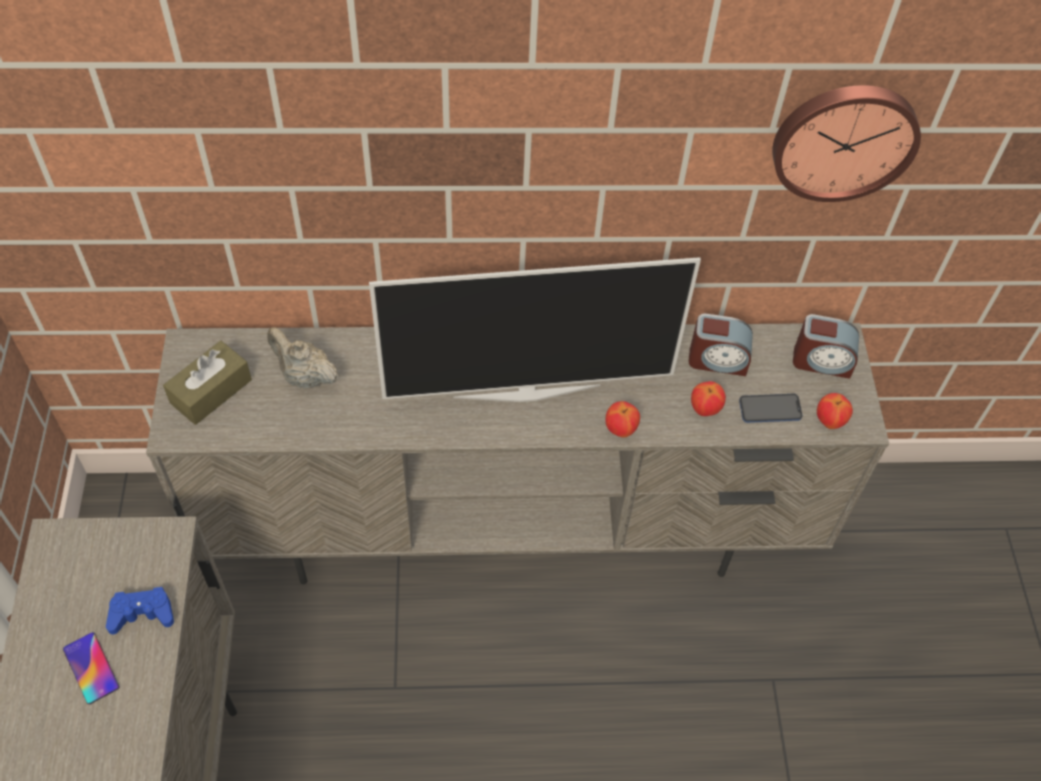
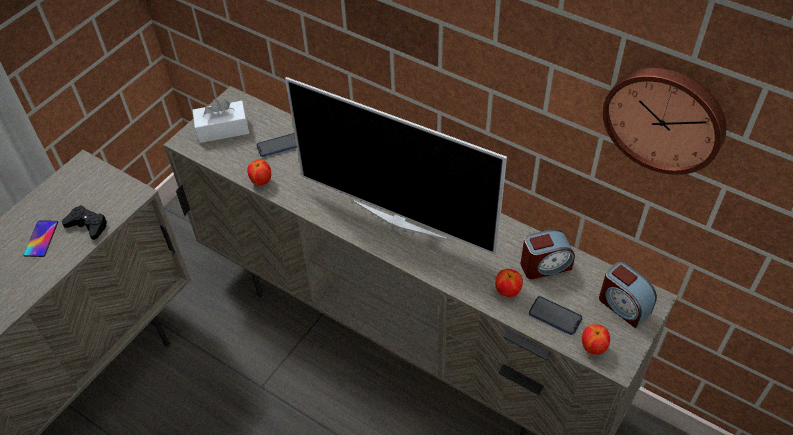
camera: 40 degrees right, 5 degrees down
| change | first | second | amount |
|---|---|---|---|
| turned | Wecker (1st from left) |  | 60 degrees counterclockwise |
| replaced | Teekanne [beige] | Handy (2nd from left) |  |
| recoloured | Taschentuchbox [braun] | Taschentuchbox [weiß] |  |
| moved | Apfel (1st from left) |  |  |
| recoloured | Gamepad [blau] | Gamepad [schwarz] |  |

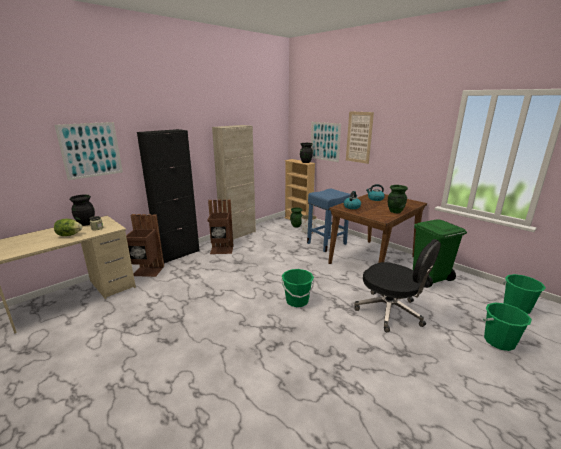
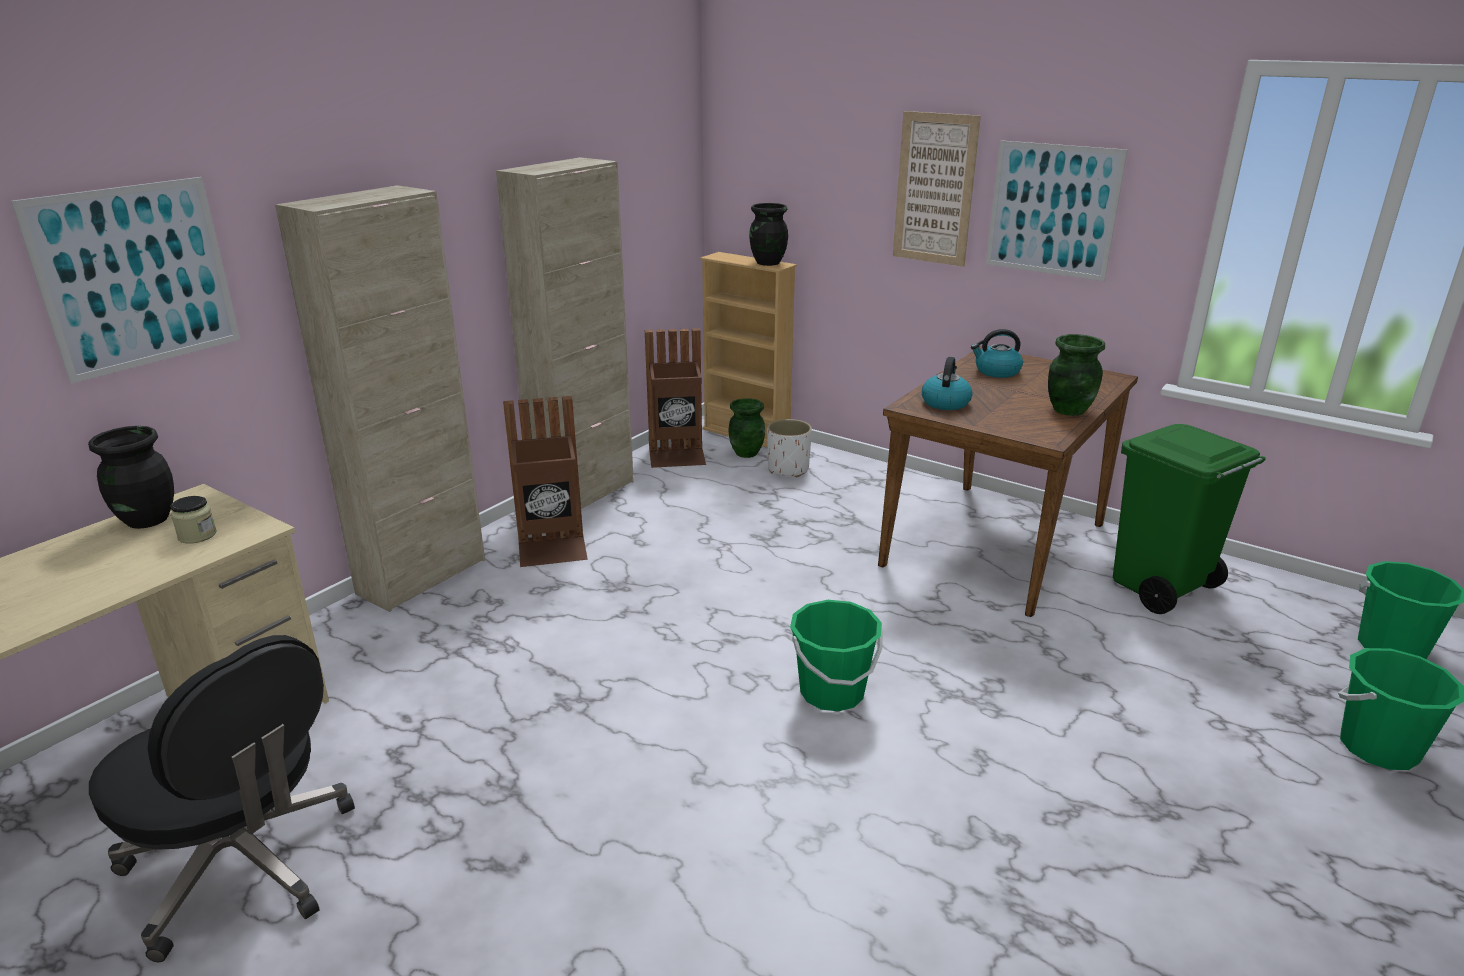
camera: 10 degrees left, 5 degrees up
| change | first | second | amount |
|---|---|---|---|
| moved | Bild (2nd from left in the first image) | Bild (3rd from left) |  |
| recoloured | Schrank [schwarz] | Schrank [beige] (1st from left) |  |
| removed | Hocker [blau] |  |  |
| moved | Mülleimer [braun] (1st from left in the first image) | Mülleimer [braun] (2nd from left) |  |
| removed | Salatkopf |  |  |
| moved | Bürostuhl [schwarz] |  |  |

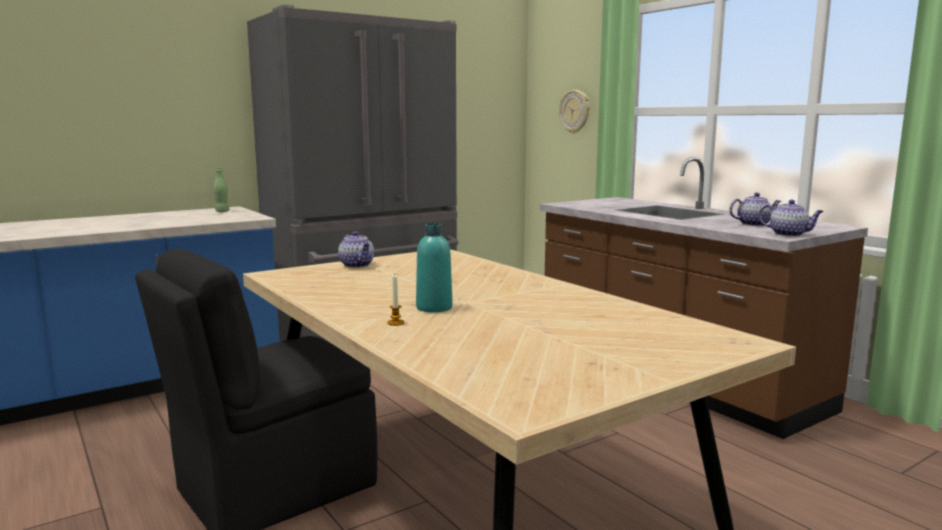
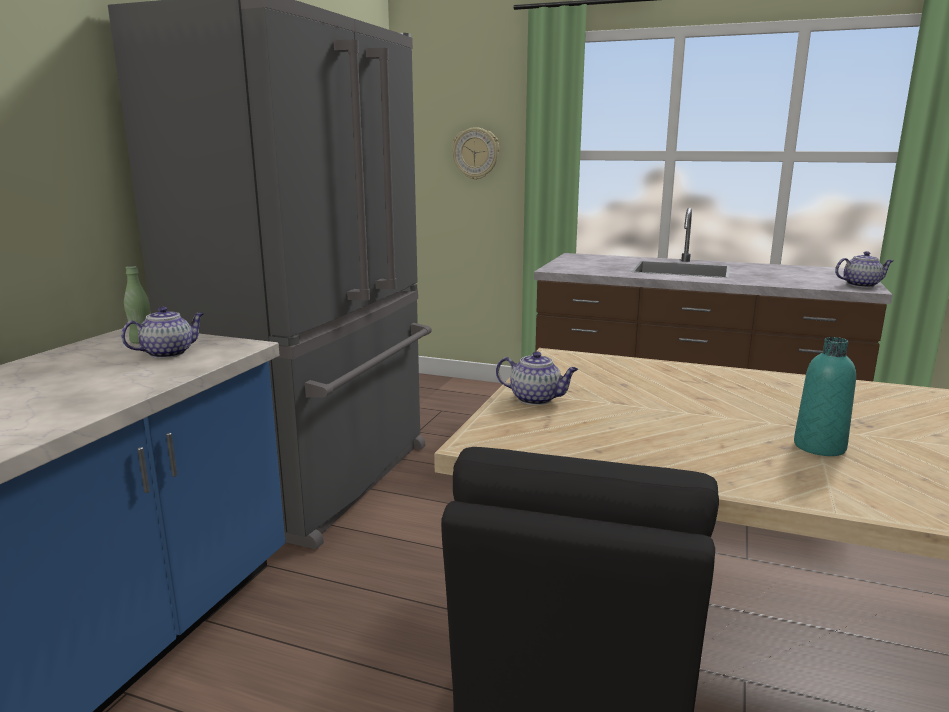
camera: 35 degrees left, 5 degrees up
| change | first | second | amount |
|---|---|---|---|
| moved | Teekanne (2nd from left in the first image) | Teekanne (1st from left) |  |
| removed | Kerze |  |  |

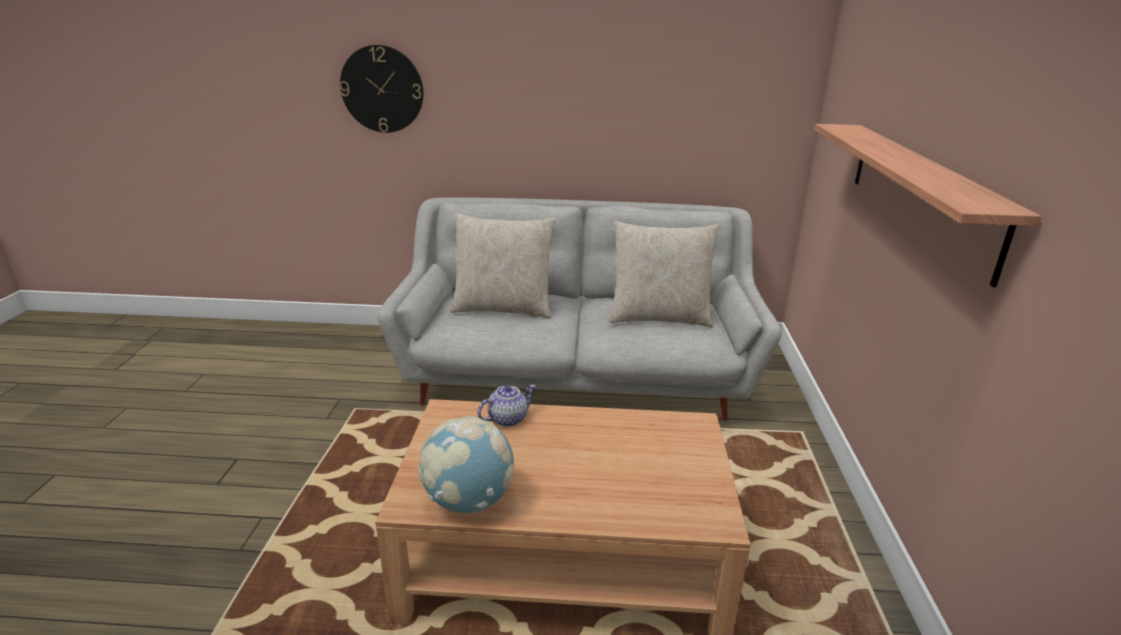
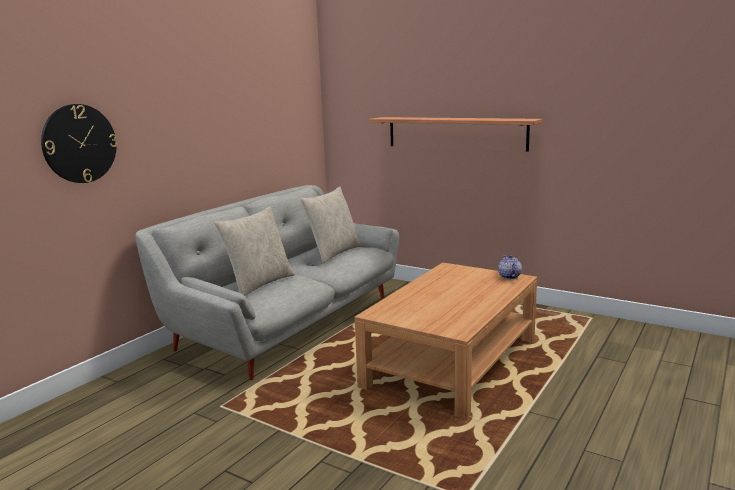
camera: 60 degrees left, 10 degrees down
| change | first | second | amount |
|---|---|---|---|
| moved | Teekanne |  |  |
| removed | Globus |  |  |

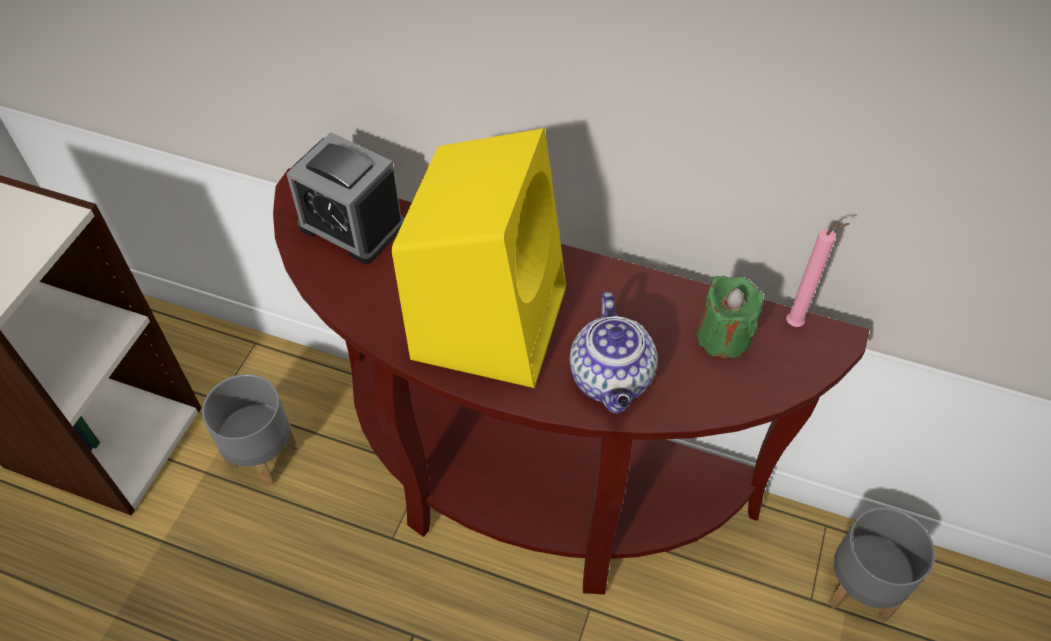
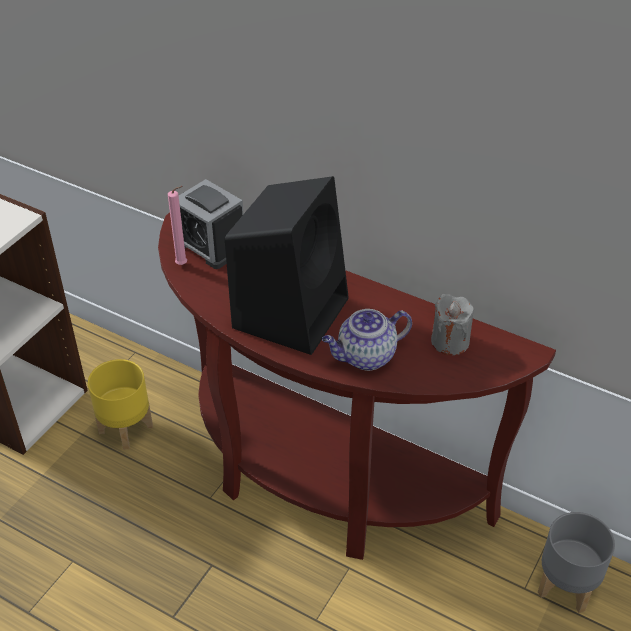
camera: 10 degrees right, 10 degrees down
| change | first | second | amount |
|---|---|---|---|
| recoloured | Lautsprecher [gelb] | Lautsprecher [schwarz] |  |
| moved | Kerze [rosa] |  |  |
| recoloured | Kerze [grün] | Kerze [grau] |  |
| turned | Teekanne |  | 60 degrees clockwise |
| recoloured | Pflanzkübel [grau] (1st from left) | Pflanzkübel [gelb] |  |

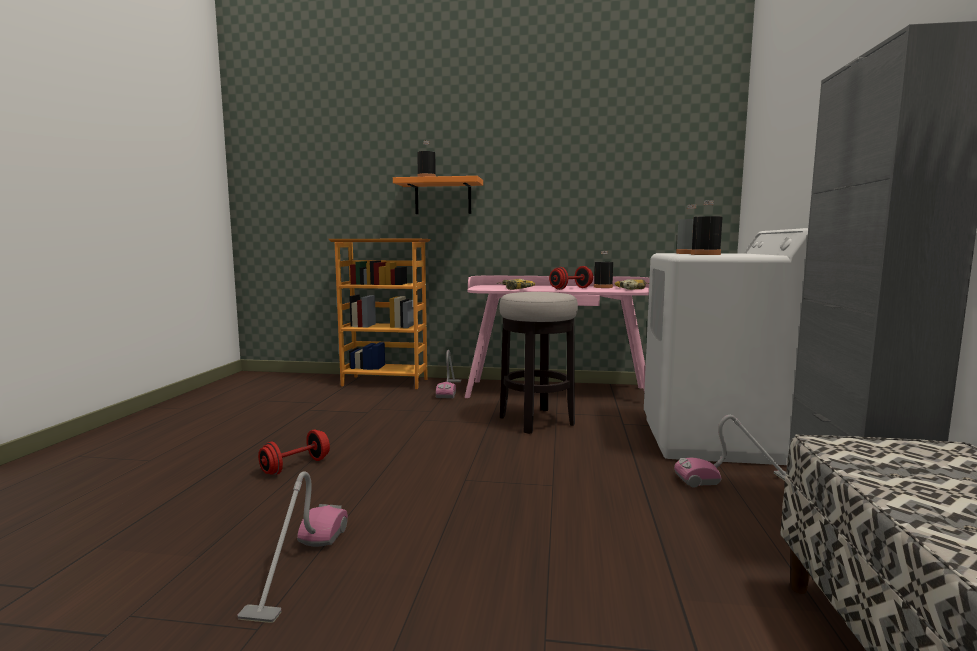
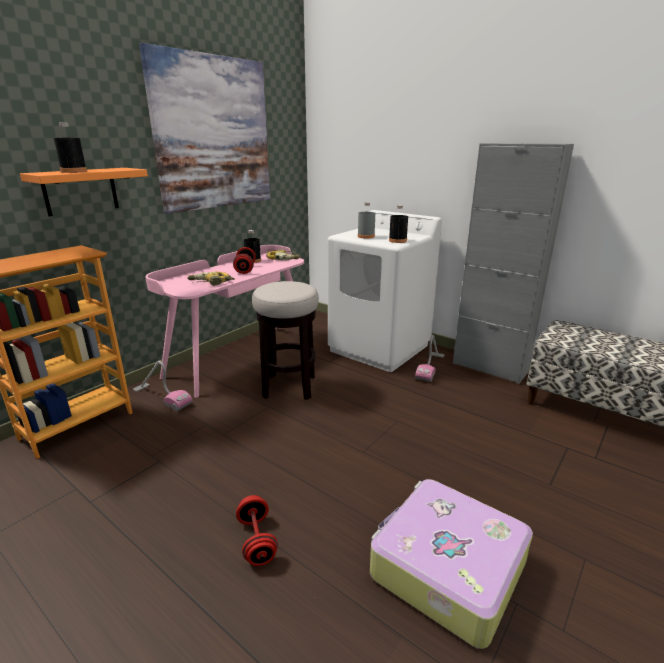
camera: 60 degrees left, 15 degrees up
| change | first | second | amount |
|---|---|---|---|
| replaced | Staubsauger (1st from left) | Koffer |  |
| added |  | Bild |  |

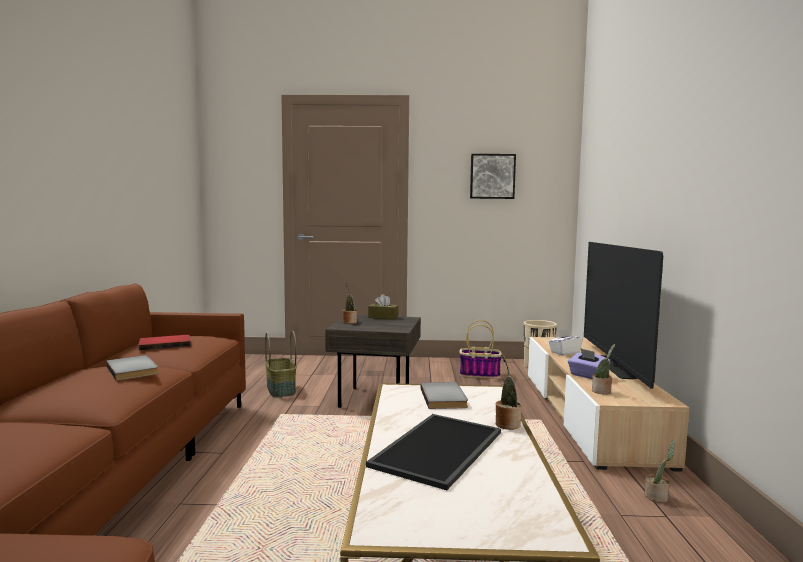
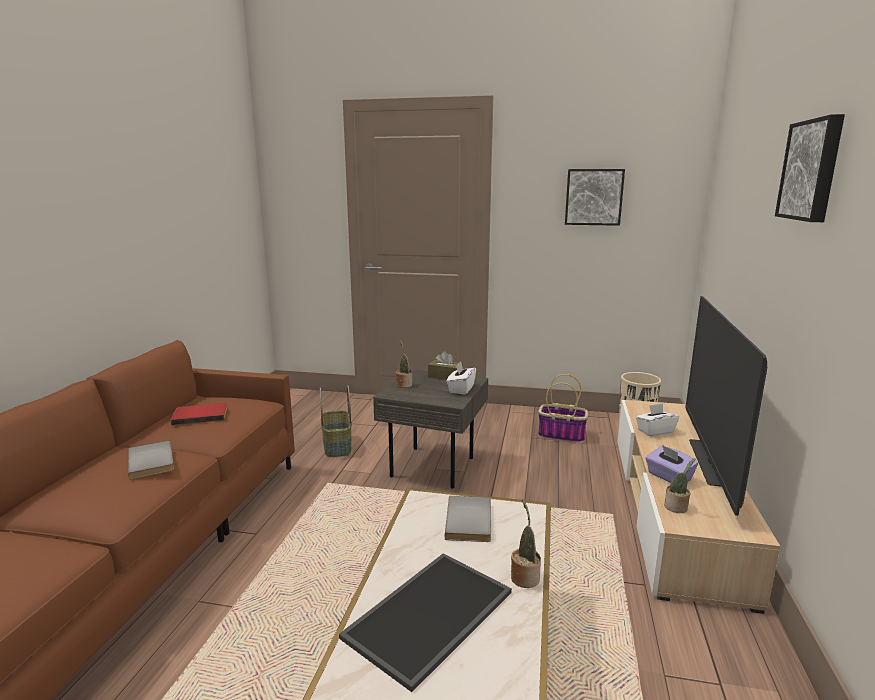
camera: 10 degrees right, 10 degrees up
| change | first | second | amount |
|---|---|---|---|
| removed | Topfpflanze (4th from left) |  |  |
| added |  | Bild (2nd from left) |  |
| added |  | Taschentuchbox [weiß] (1st from left) |  |

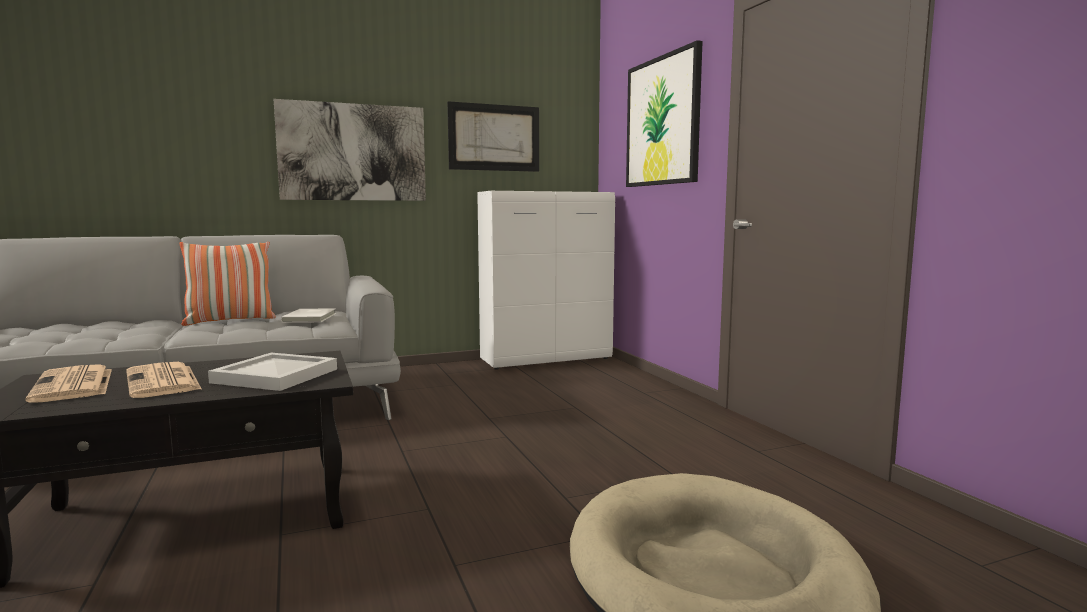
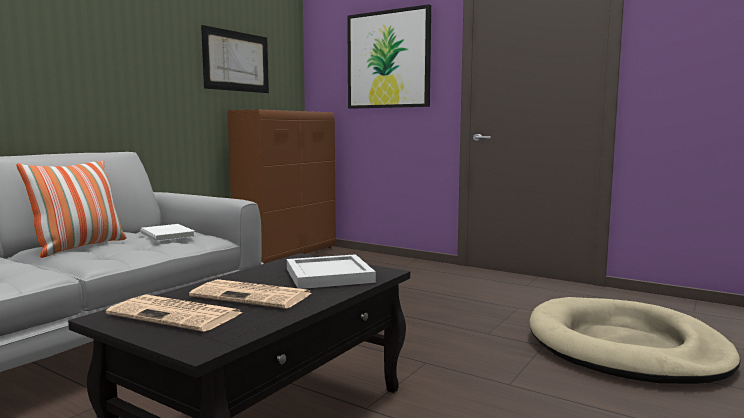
camera: 35 degrees left, 0 degrees up
| change | first | second | amount |
|---|---|---|---|
| removed | Bild (1st from left) |  |  |
| recoloured | Schrank [weiß] | Schrank [braun] |  |

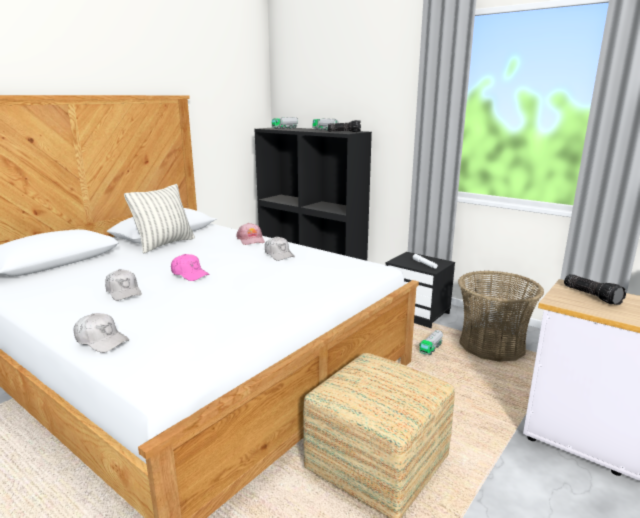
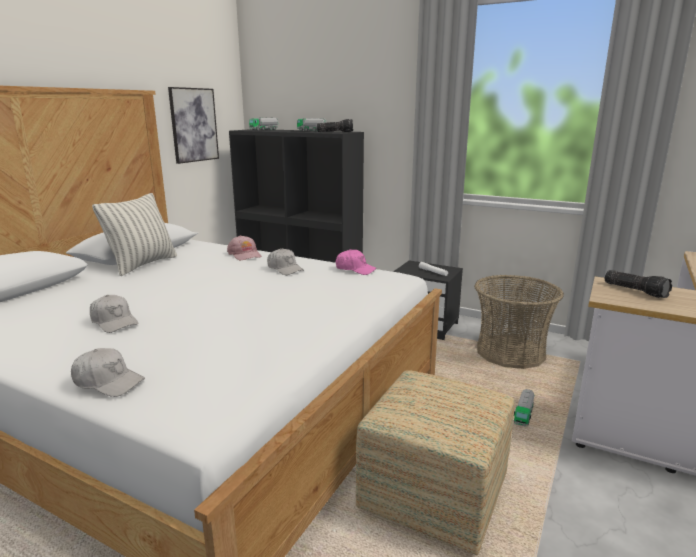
camera: 10 degrees left, 0 degrees up
| change | first | second | amount |
|---|---|---|---|
| moved | Kappe [rosa] (1st from left in the first image) | Kappe [rosa] (2nd from left) |  |
| moved | Spielzeuglaster (3rd from left) |  |  |
| added |  | Bild |  |

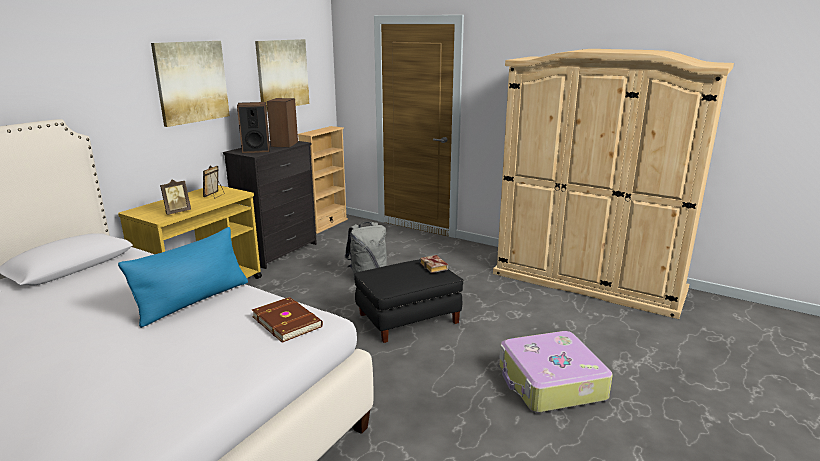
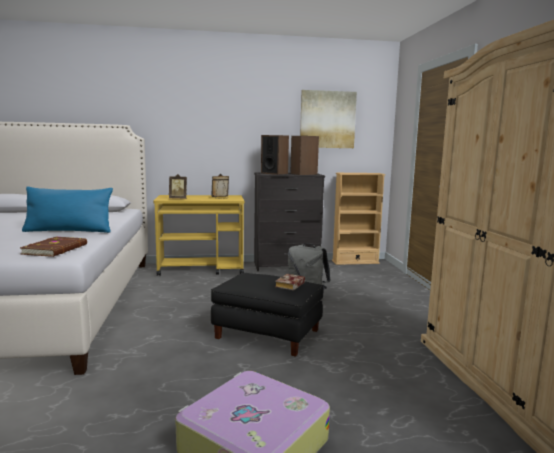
camera: 50 degrees right, 10 degrees down
| change | first | second | amount |
|---|---|---|---|
| removed | Bild (1st from left) |  |  |

